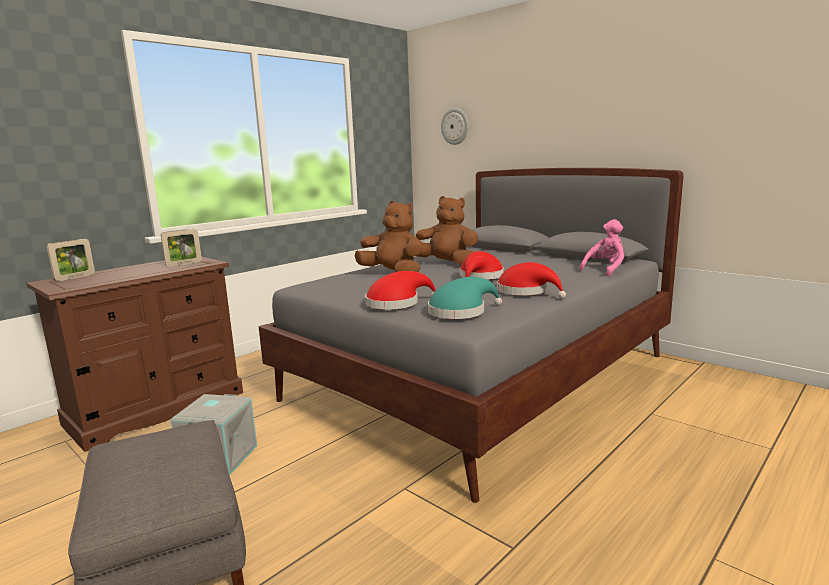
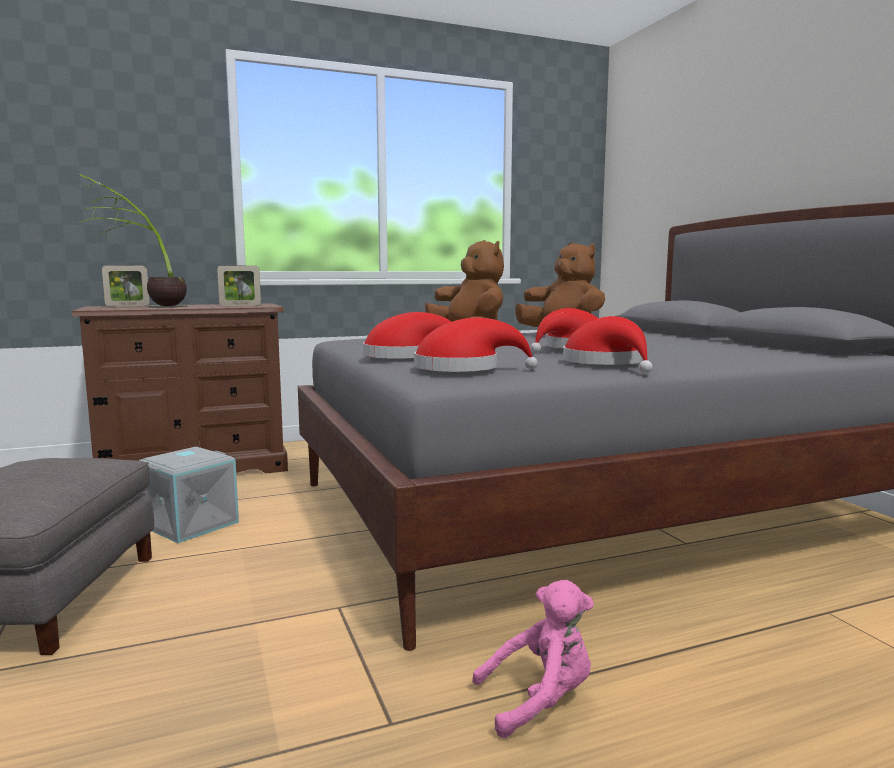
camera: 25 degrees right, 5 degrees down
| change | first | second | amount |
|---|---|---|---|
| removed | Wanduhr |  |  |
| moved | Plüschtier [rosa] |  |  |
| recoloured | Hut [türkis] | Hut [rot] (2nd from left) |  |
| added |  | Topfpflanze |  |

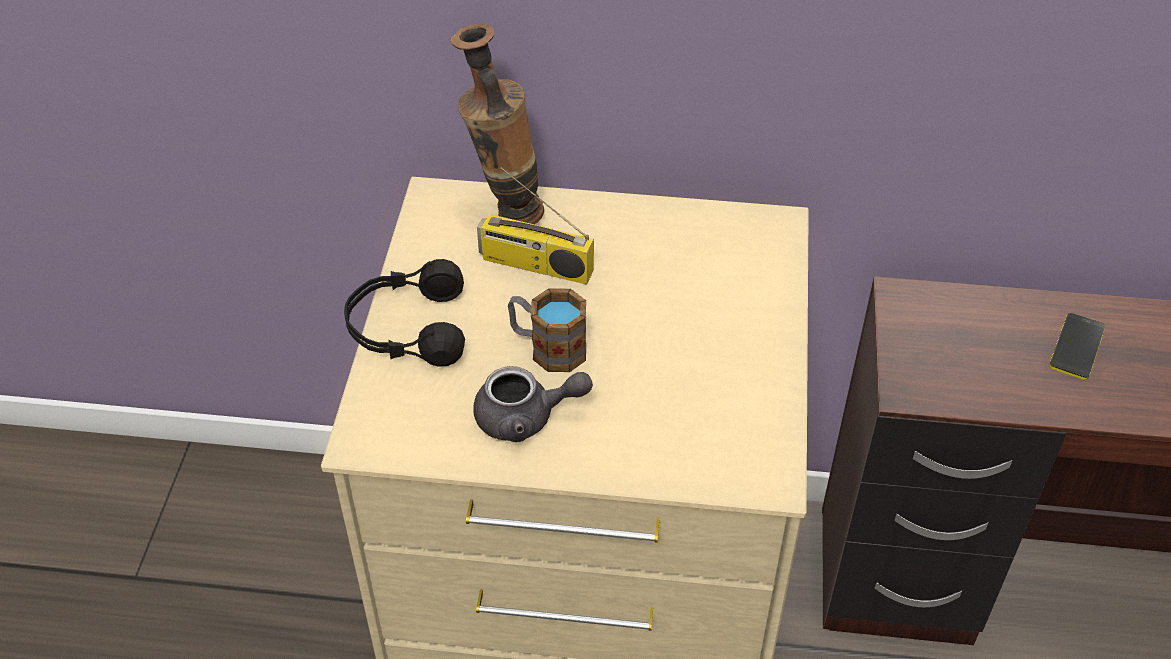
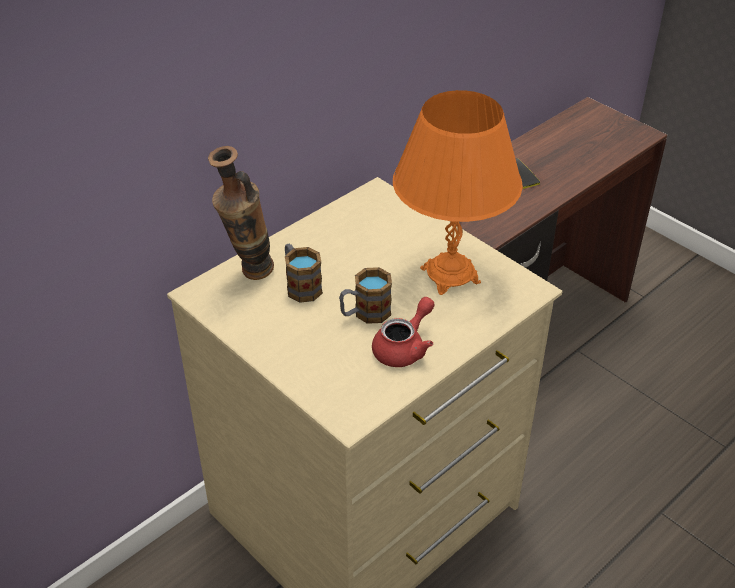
camera: 50 degrees left, 5 degrees down
| change | first | second | amount |
|---|---|---|---|
| replaced | Radio | Henkelbecher (1st from left) |  |
| removed | Kopfhörer [schwarz] |  |  |
| recoloured | Teekanne [grau] | Teekanne [rot] |  |
| added |  | Tischlampe [orange] |  |

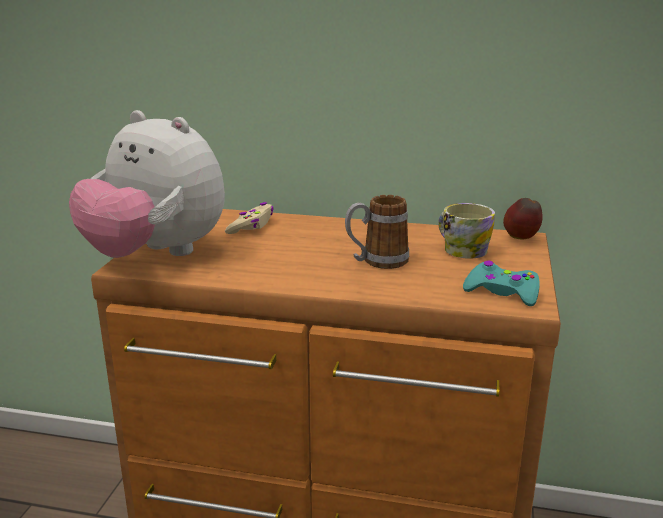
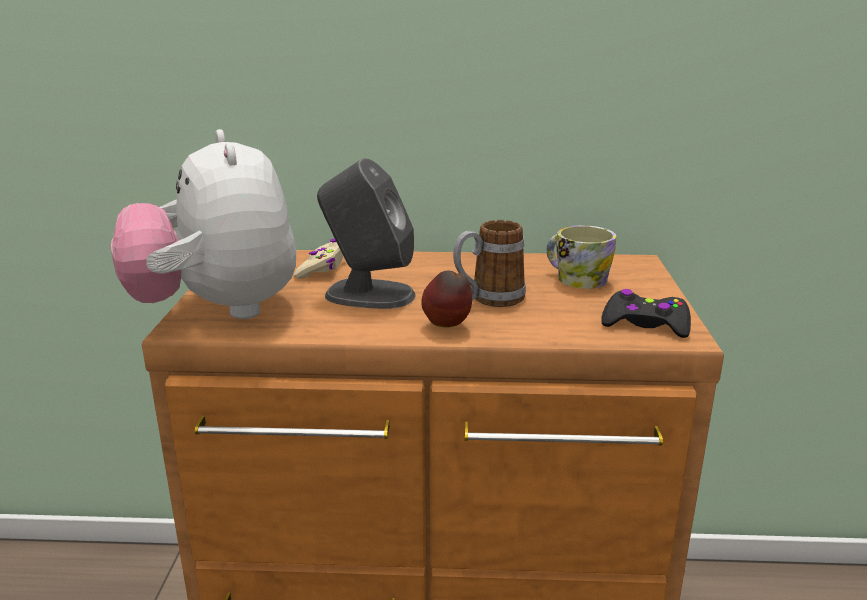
camera: 10 degrees left, 0 degrees up
| change | first | second | amount |
|---|---|---|---|
| turned | Plüschtier |  | 45 degrees clockwise |
| moved | Apfel |  |  |
| recoloured | Gamepad [türkis] | Gamepad [schwarz] |  |
| added |  | Lautsprecher [grau] |  |

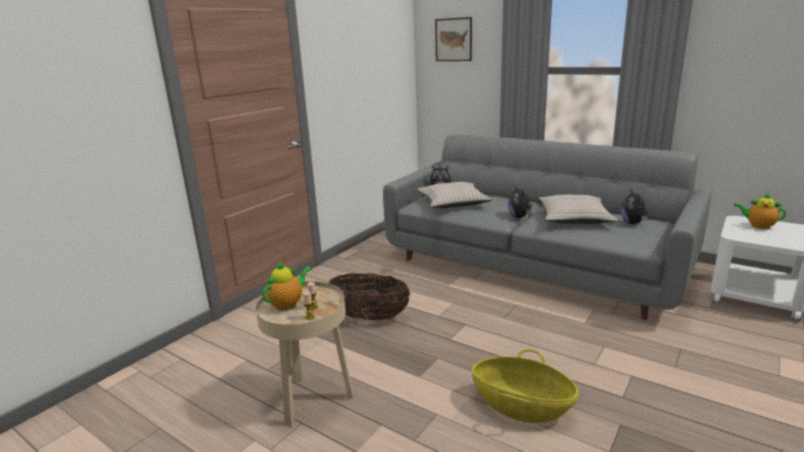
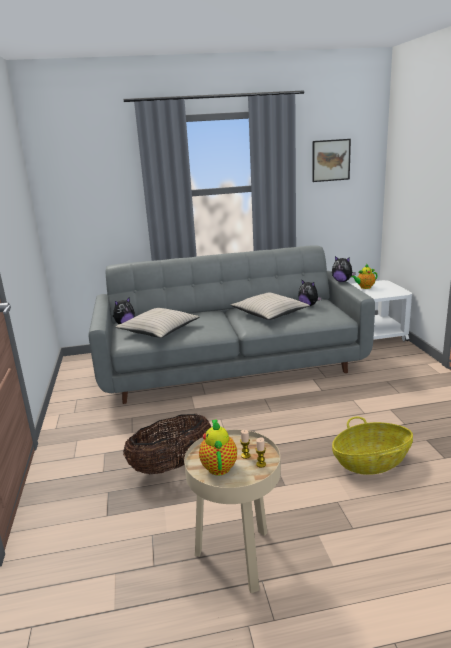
camera: 45 degrees left, 0 degrees up
| change | first | second | amount |
|---|---|---|---|
| moved | Bild |  |  |
| moved | Plüschtier (2nd from left in the first image) | Plüschtier (3rd from left) |  |

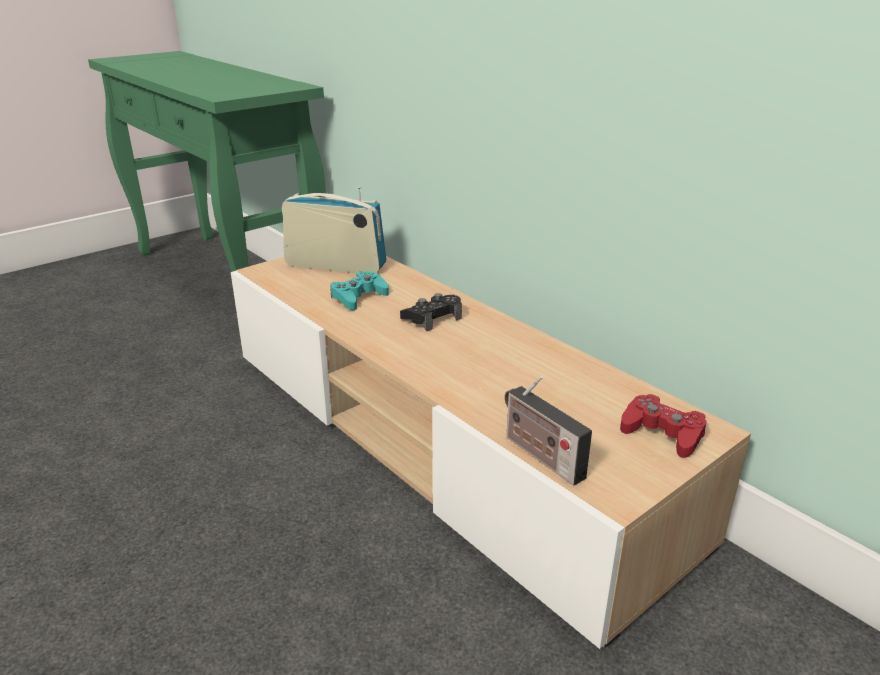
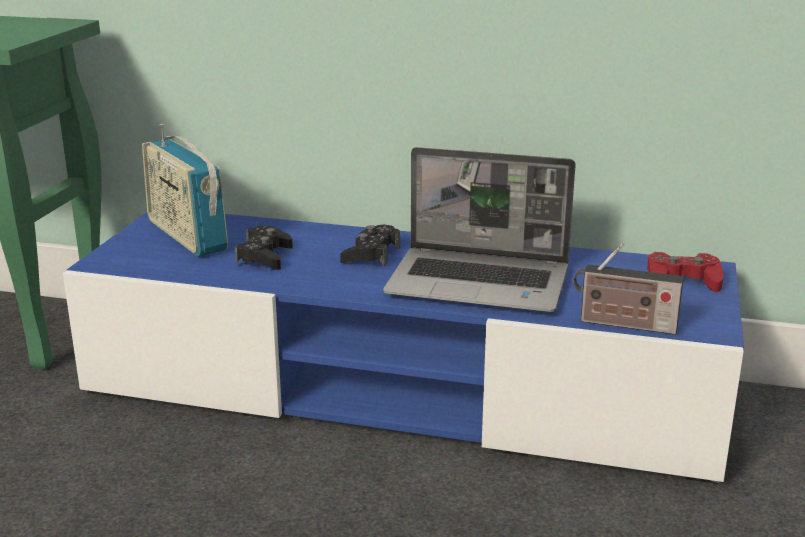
camera: 35 degrees left, 5 degrees down
| change | first | second | amount |
|---|---|---|---|
| turned | Radio (1st from left) |  | 105 degrees counterclockwise |
| recoloured | Fernsehschrank [beige] | Fernsehschrank [blau] |  |
| recoloured | Gamepad [türkis] | Gamepad [schwarz] (1st from left) |  |
| added |  | Laptop |  |

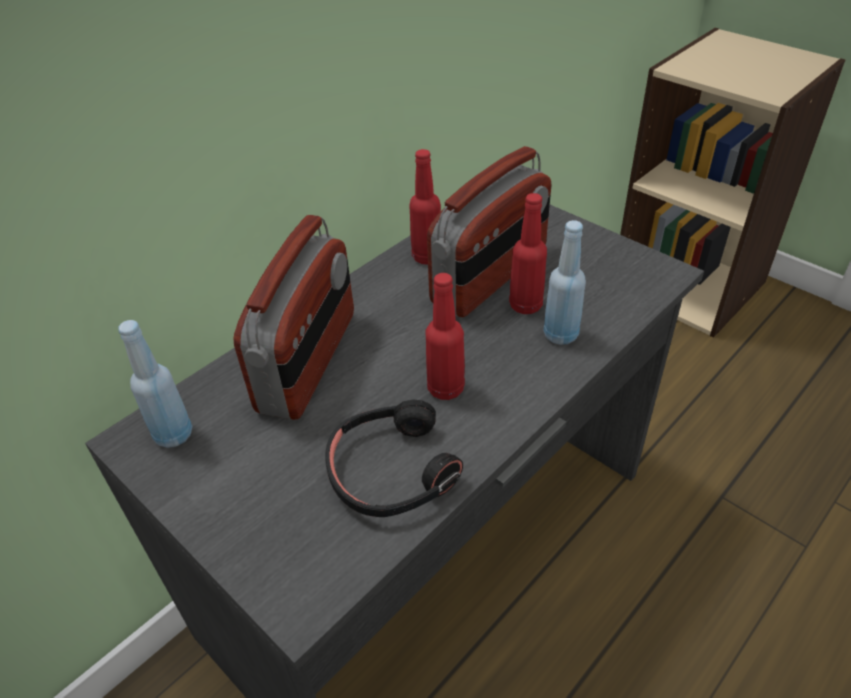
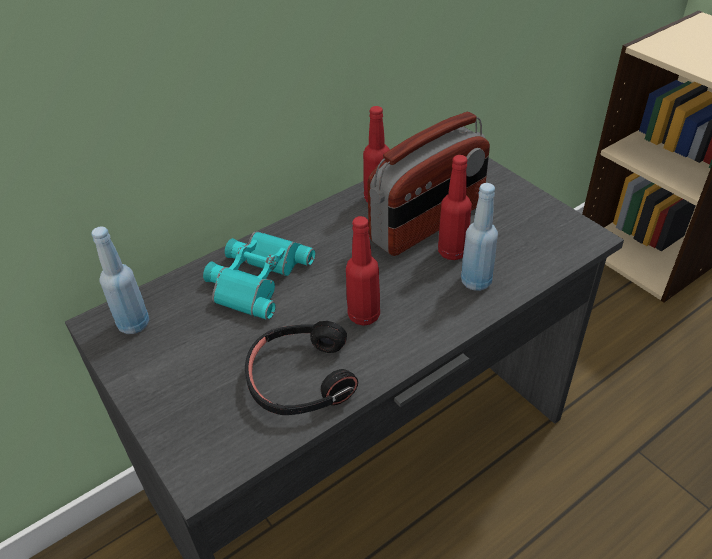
camera: 10 degrees right, 0 degrees up
| change | first | second | amount |
|---|---|---|---|
| replaced | Radio (1st from left) | Fernglas [türkis] |  |

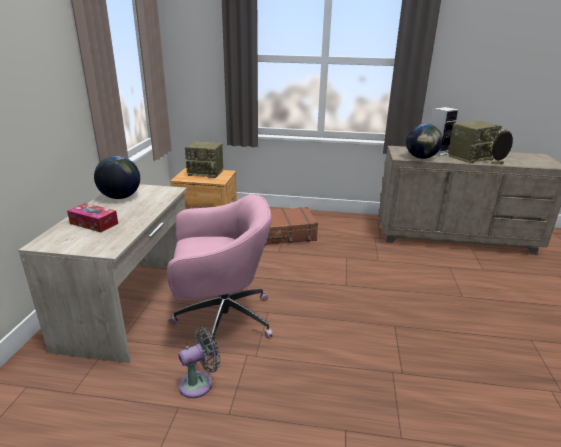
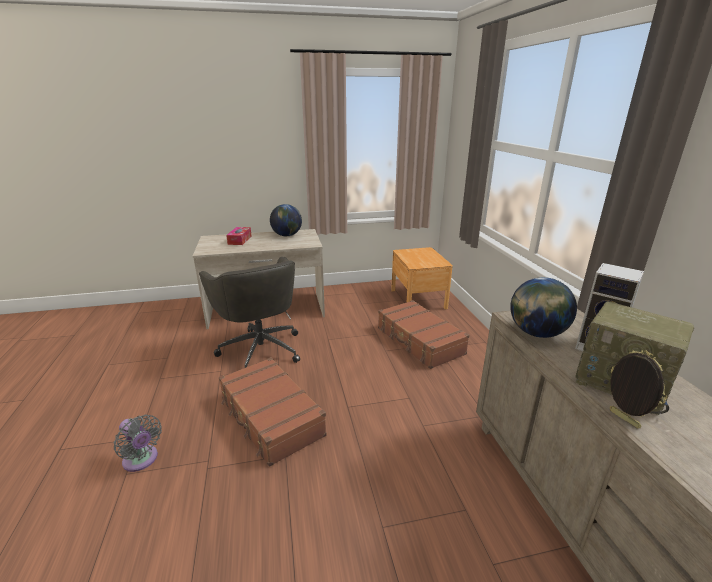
camera: 70 degrees right, 0 degrees up
| change | first | second | amount |
|---|---|---|---|
| removed | Radio (1st from left) |  |  |
| recoloured | Bürostuhl [rosa] | Bürostuhl [grau] |  |
| moved | Ventilator [grau] |  |  |
| added |  | Koffer [braun] (1st from left) |  |

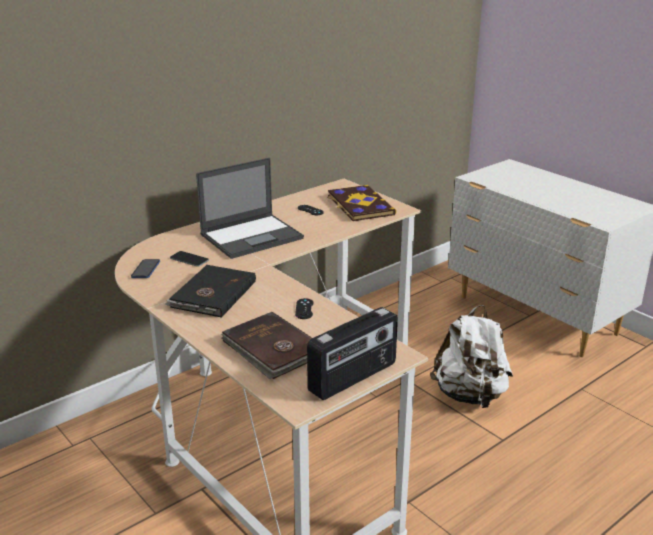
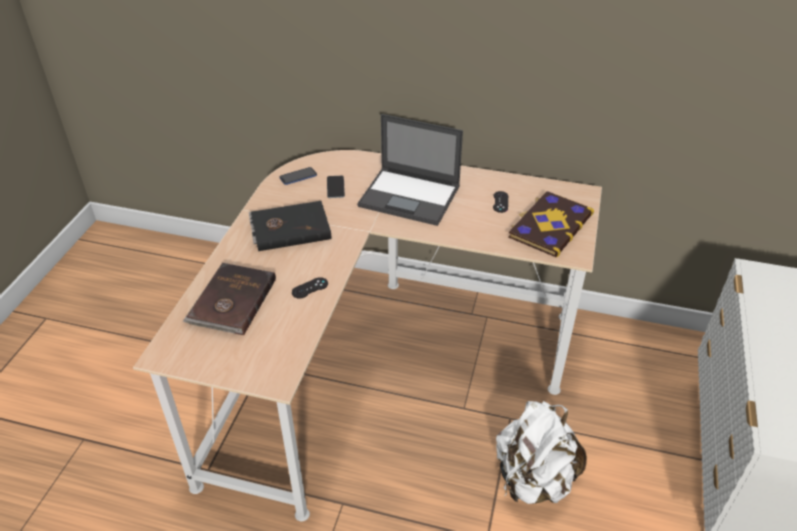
camera: 55 degrees right, 15 degrees up
| change | first | second | amount |
|---|---|---|---|
| removed | Radio |  |  |

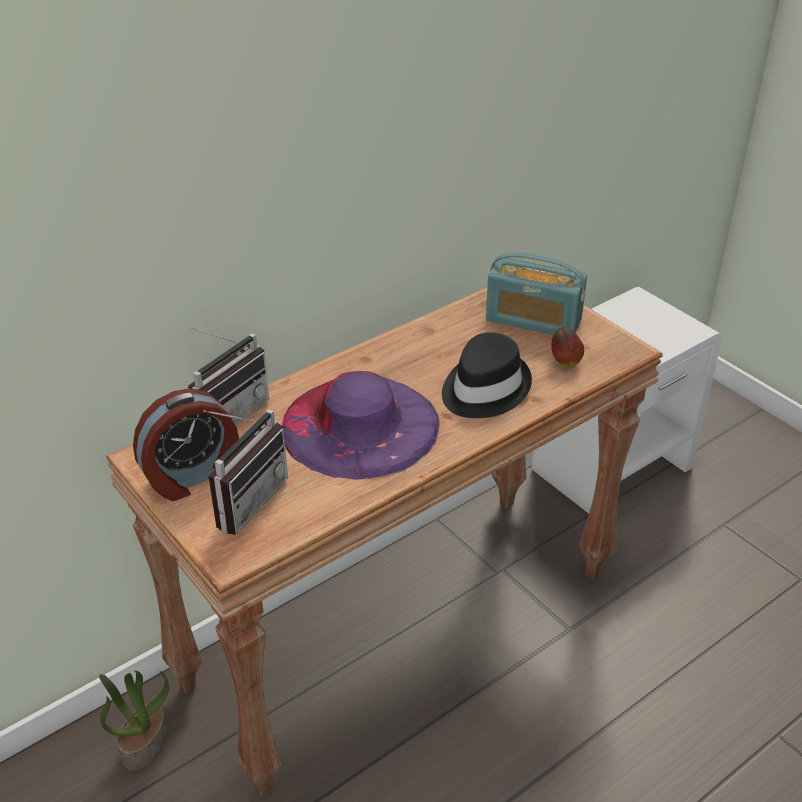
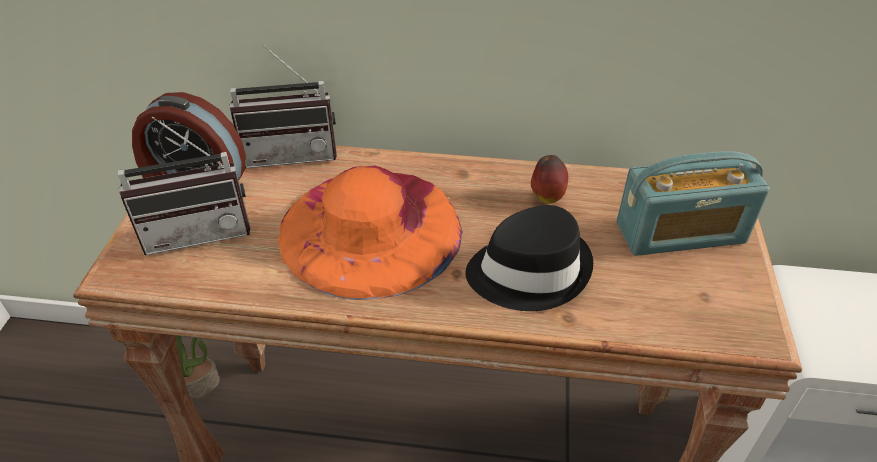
camera: 45 degrees right, 5 degrees up
| change | first | second | amount |
|---|---|---|---|
| turned | Radio (3rd from left) |  | 75 degrees counterclockwise |
| moved | Apfel |  |  |
| recoloured | Hut [lila] | Hut [orange] |  |

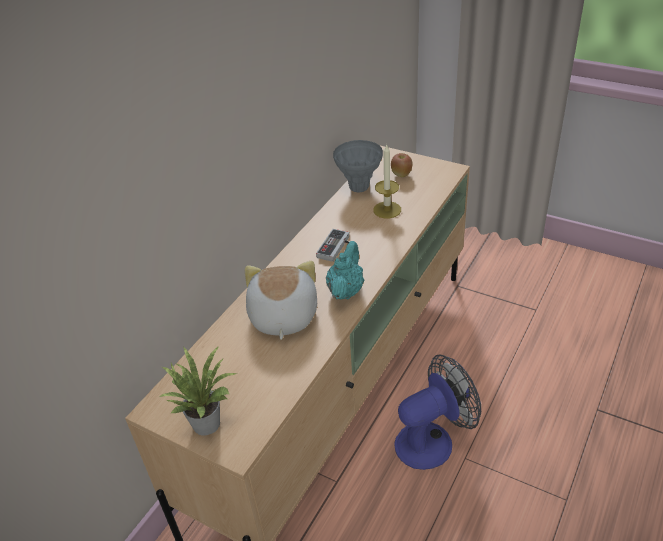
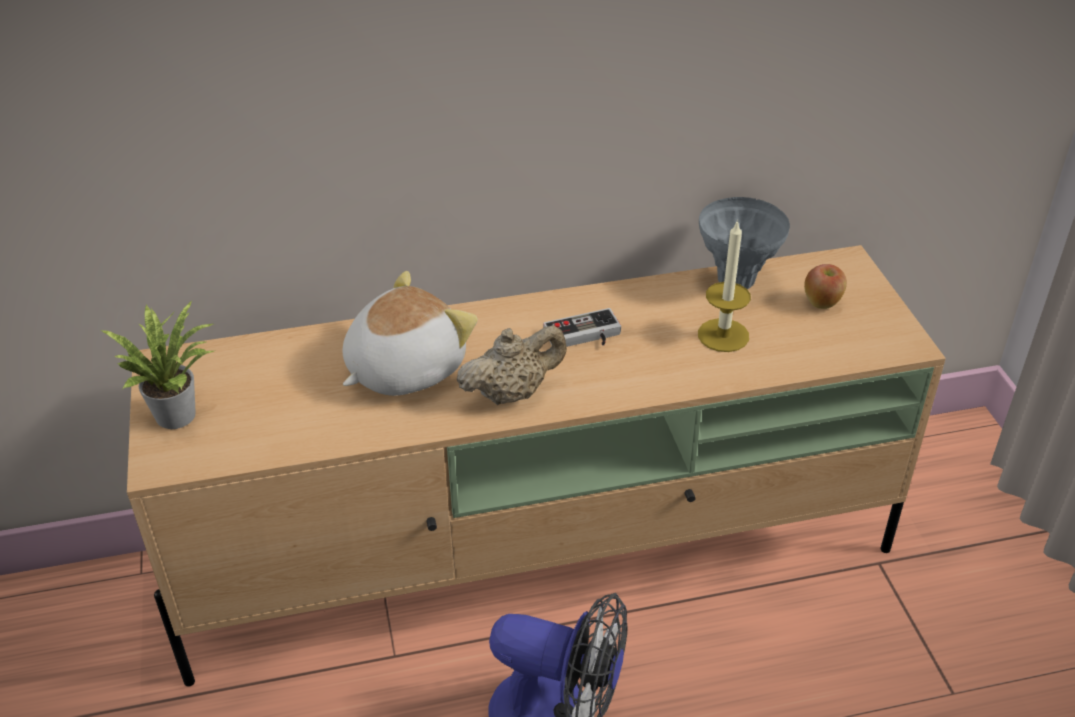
camera: 45 degrees right, 0 degrees up
| change | first | second | amount |
|---|---|---|---|
| recoloured | Teekanne [türkis] | Teekanne [beige] |  |

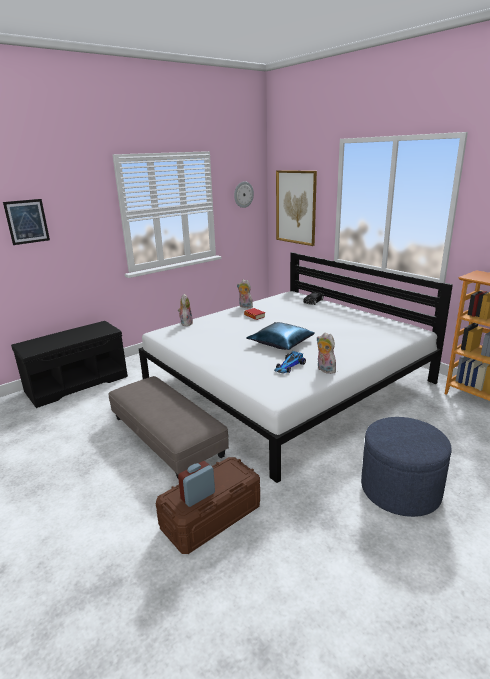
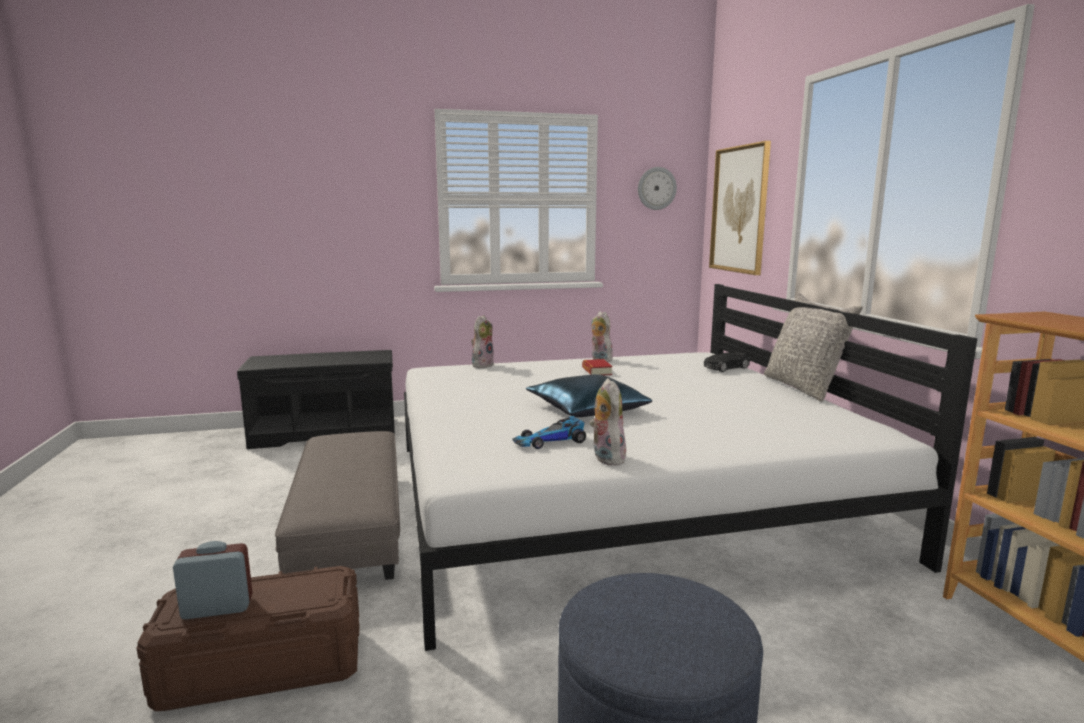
camera: 25 degrees right, 10 degrees down
| change | first | second | amount |
|---|---|---|---|
| removed | Bild (1st from left) |  |  |
| added |  | Kissen [grau] |  |

